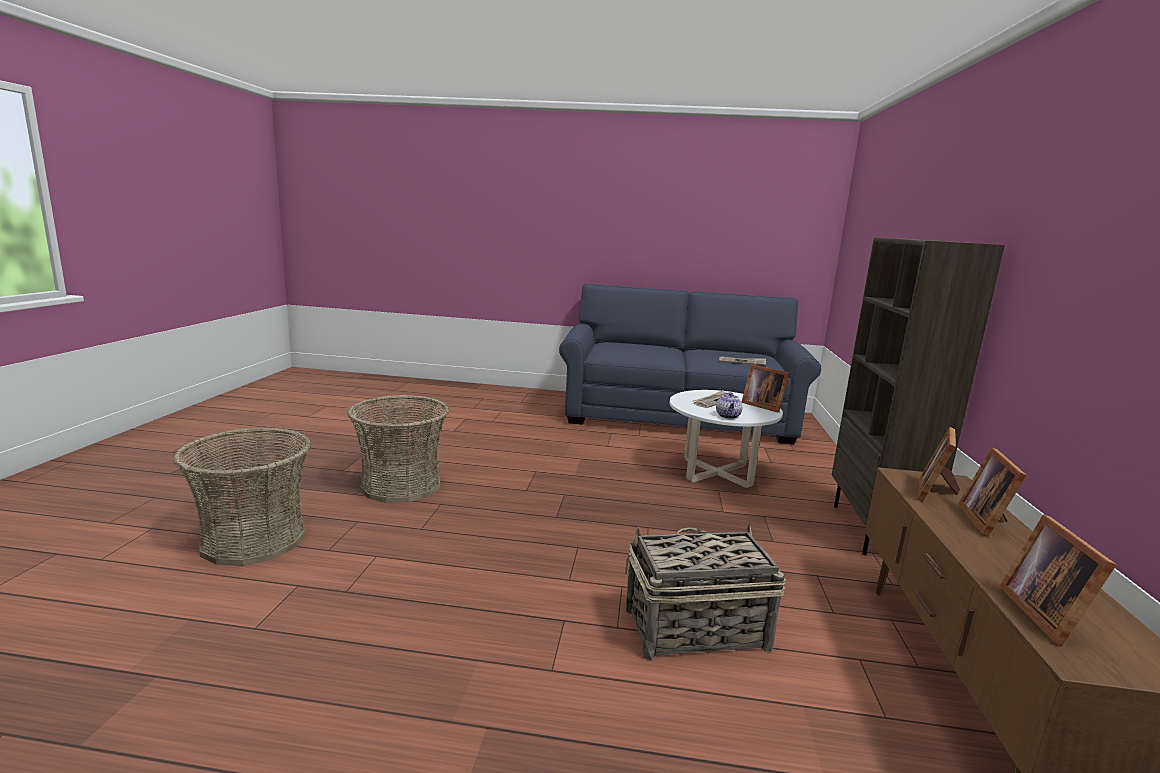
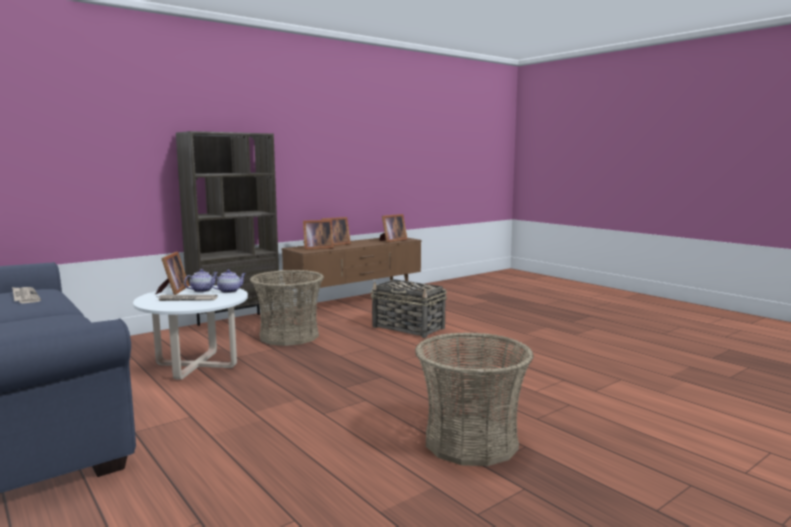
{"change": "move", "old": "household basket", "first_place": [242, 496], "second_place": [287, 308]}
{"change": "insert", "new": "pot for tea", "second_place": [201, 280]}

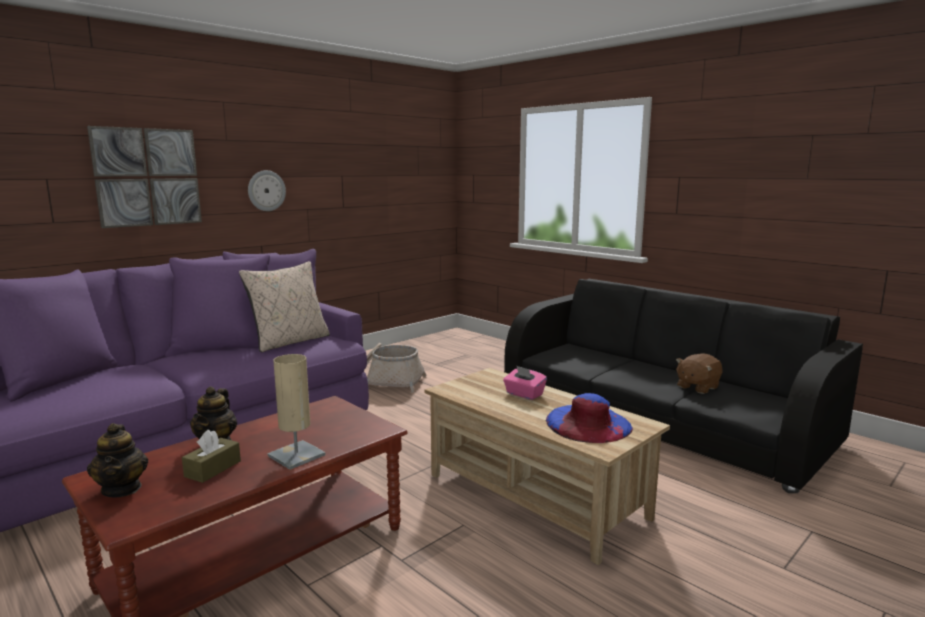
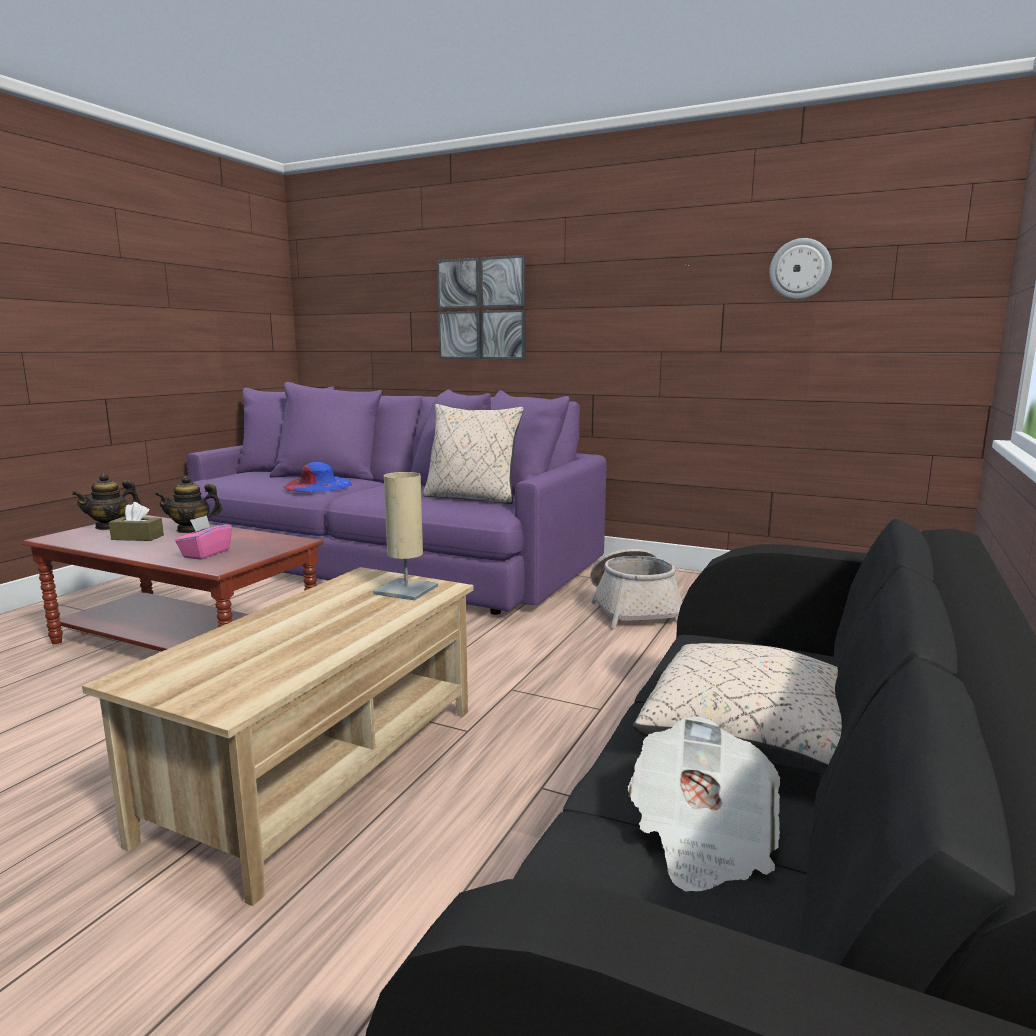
{"change": "move", "old": "hanging clock", "first_place": [267, 190], "second_place": [800, 269]}
{"change": "move", "old": "table lamp in sand-coloured", "first_place": [296, 412], "second_place": [406, 536]}
{"change": "move", "old": "box of tissues in pink", "first_place": [525, 382], "second_place": [203, 537]}
{"change": "move", "old": "wearable hat in blue-coloured", "first_place": [589, 418], "second_place": [317, 477]}
{"change": "replace", "old": "soft toy in brown-coloured", "new": "daily paper", "first_place": [699, 373], "second_place": [704, 804]}
{"change": "insert", "new": "cushion in sand-coloured", "second_place": [737, 708]}

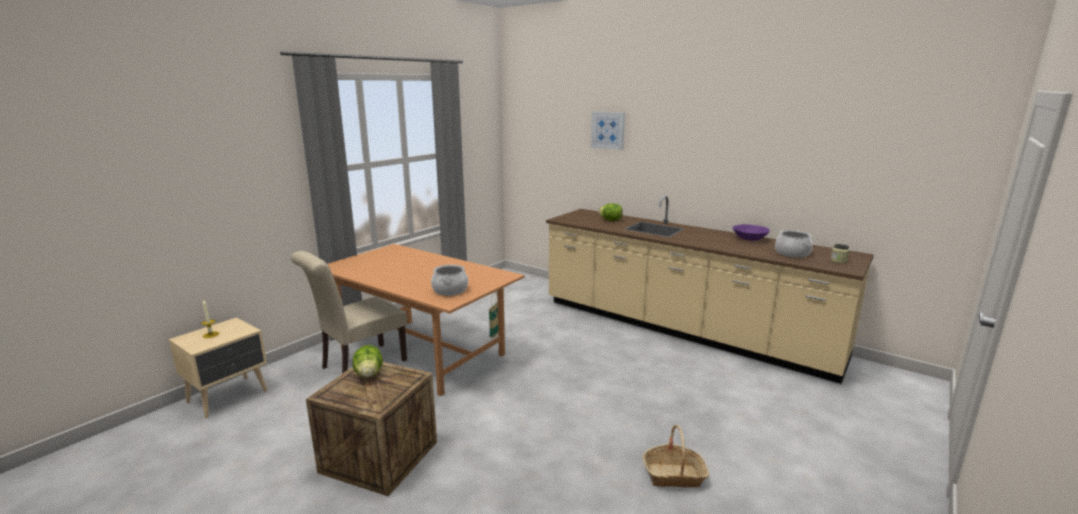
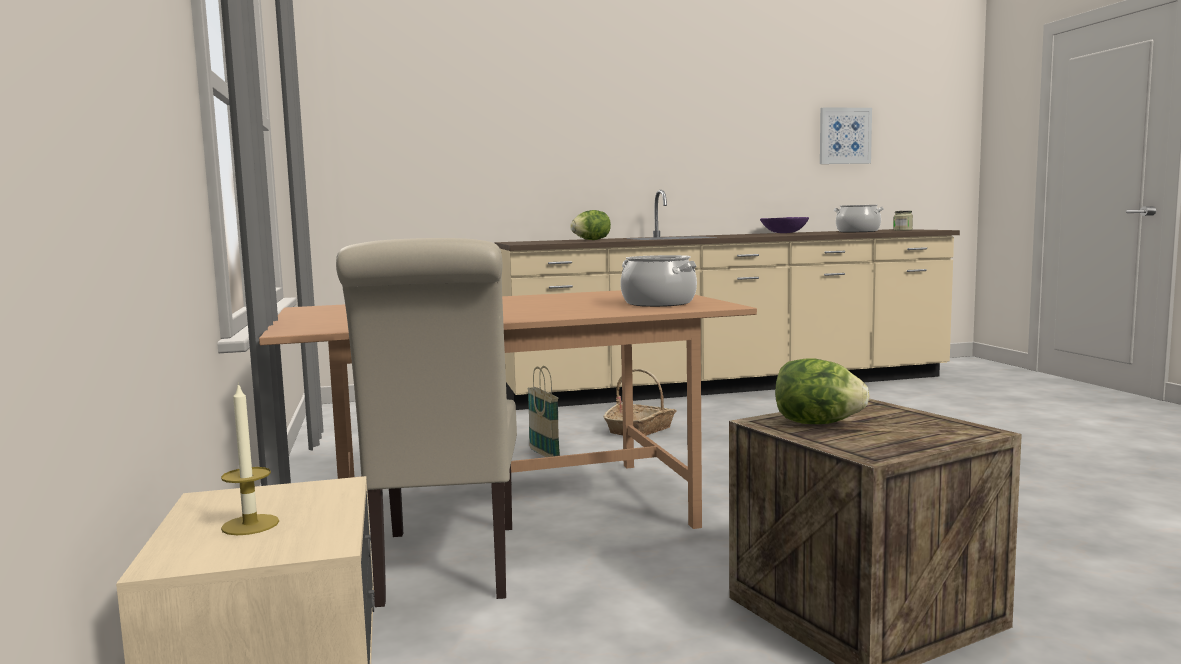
{"change": "move", "old": "picture", "first_place": [608, 130], "second_place": [846, 136]}
{"change": "move", "old": "household basket", "first_place": [676, 456], "second_place": [640, 402]}

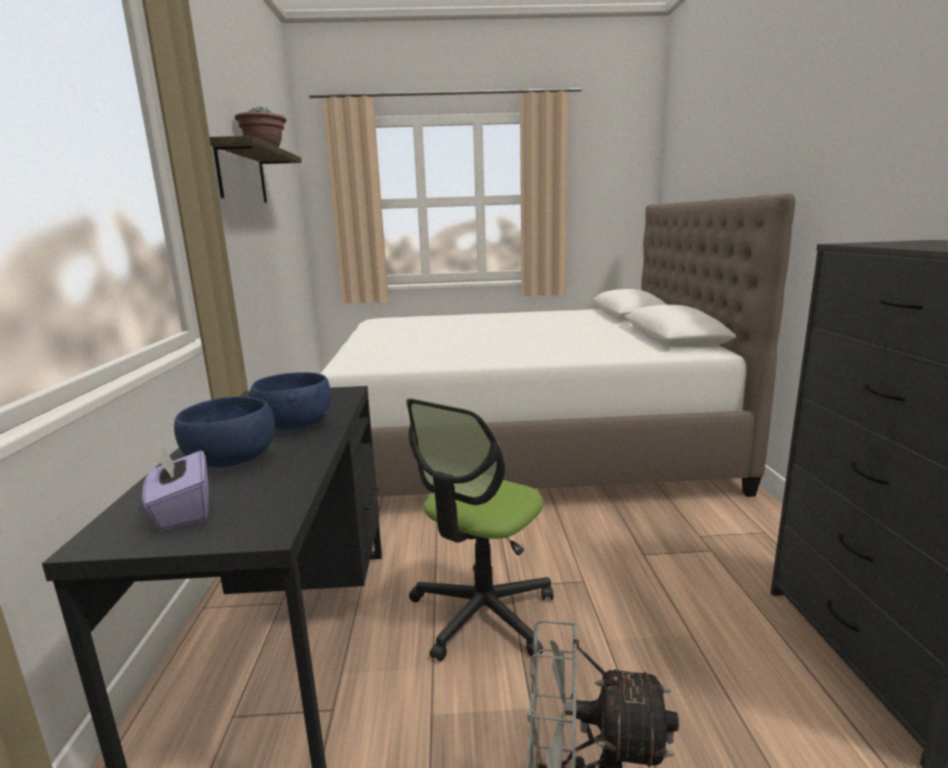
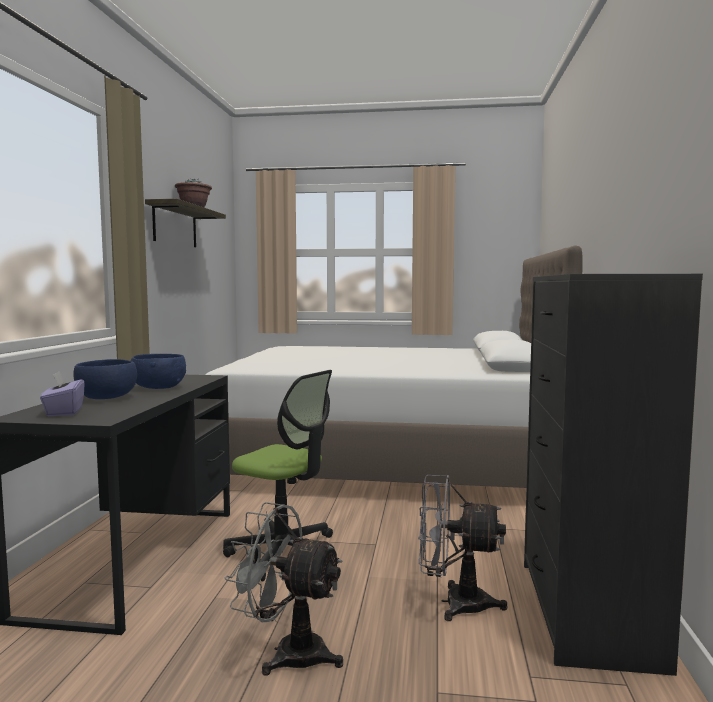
{"change": "rotate", "old": "office chair", "first_place": [480, 530], "second_place": [278, 475], "degrees": -105}
{"change": "insert", "new": "electric fan in gray", "second_place": [463, 548]}

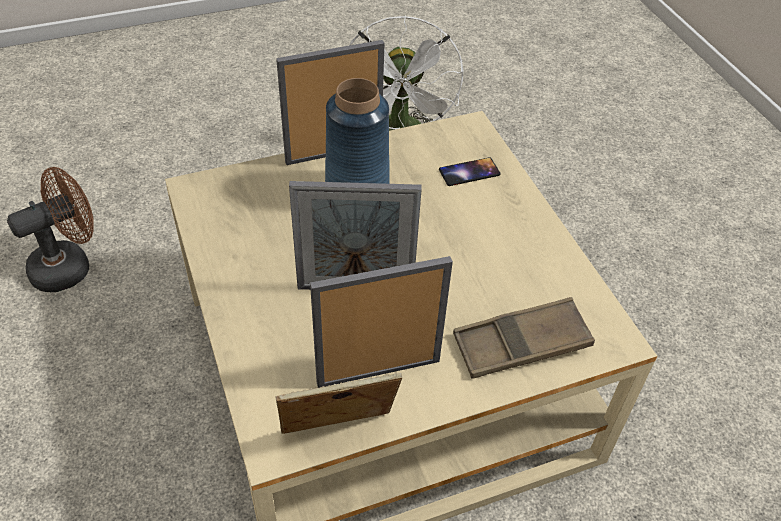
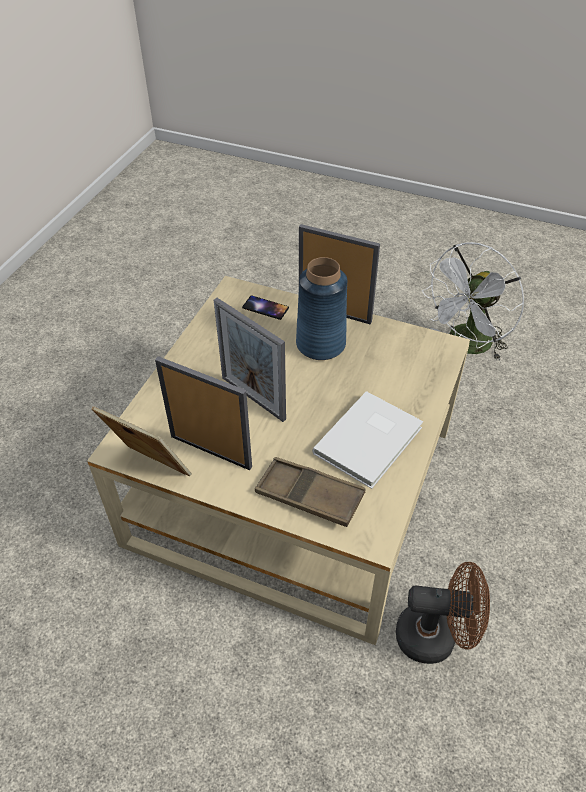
{"change": "move", "old": "electric fan in brown-coloured", "first_place": [50, 229], "second_place": [443, 613]}
{"change": "move", "old": "handset", "first_place": [470, 171], "second_place": [265, 308]}
{"change": "insert", "new": "book in white-coloured", "second_place": [367, 440]}

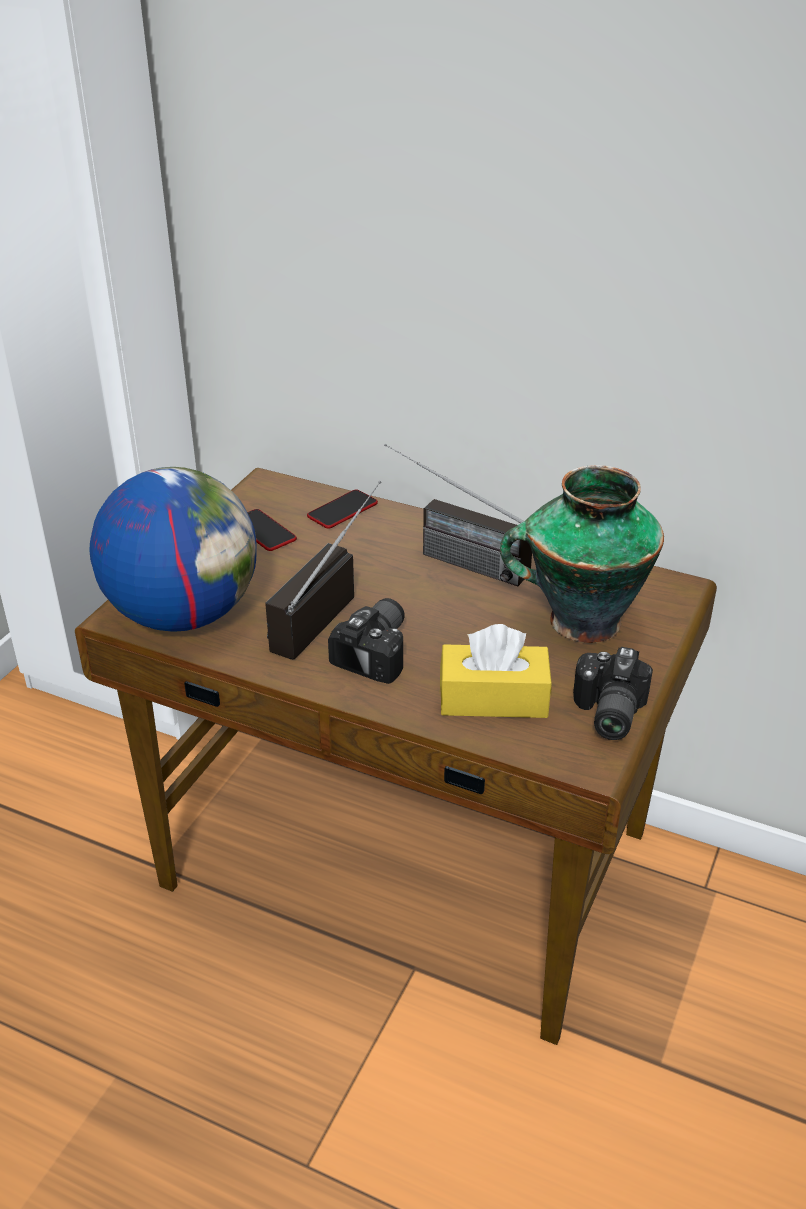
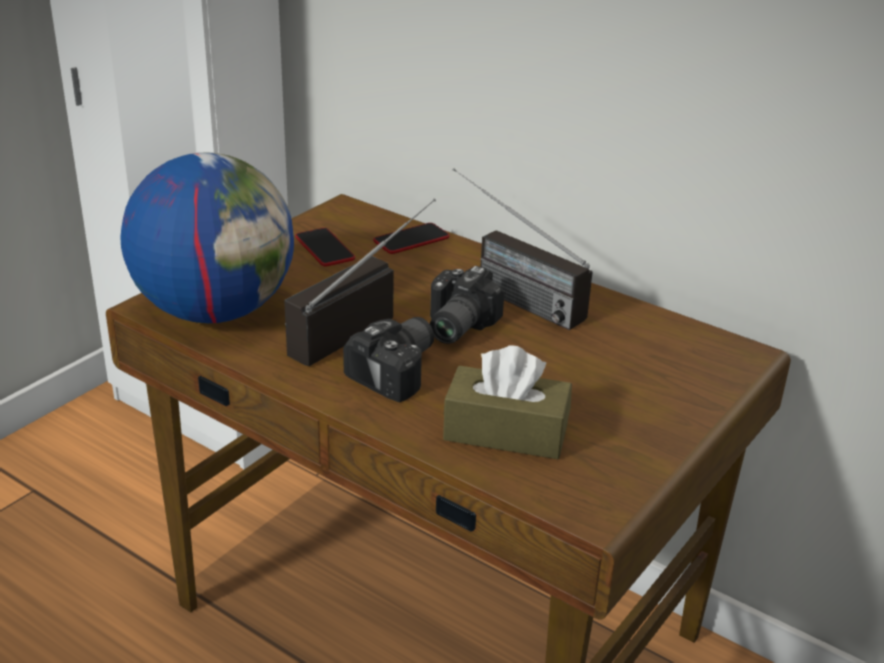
{"change": "recolor", "old": "box of tissues in yellowish", "new": "box of tissues in brown-coloured", "first_place": [496, 671], "second_place": [507, 402]}
{"change": "delete", "old": "flower vase", "first_place": [582, 554]}
{"change": "move", "old": "still camera", "first_place": [613, 693], "second_place": [467, 305]}

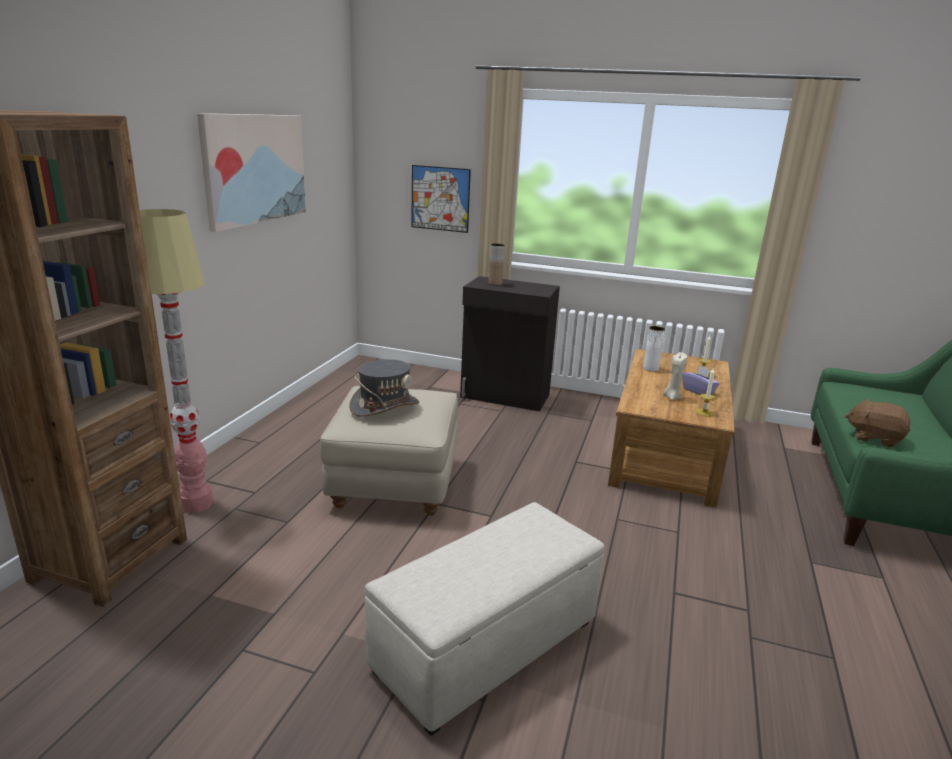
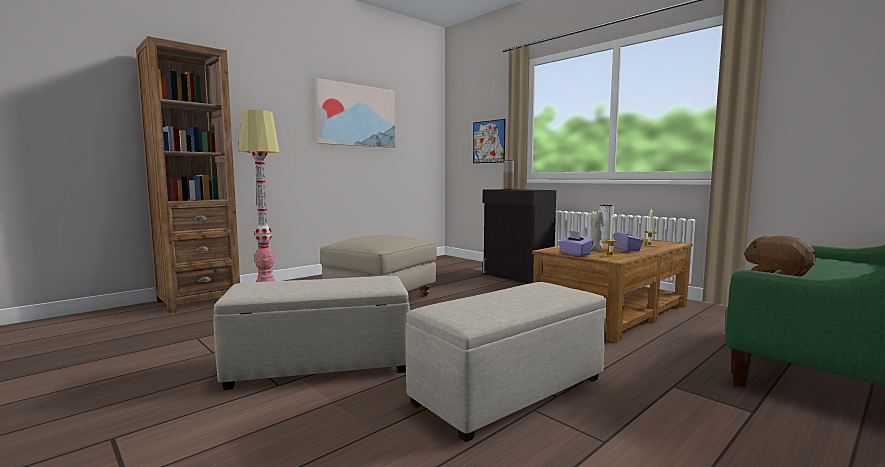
{"change": "delete", "old": "wearable hat in gray", "first_place": [384, 388]}
{"change": "insert", "new": "pouffe in sand-coloured", "second_place": [506, 362]}
{"change": "insert", "new": "box of tissues in purple", "second_place": [576, 243]}

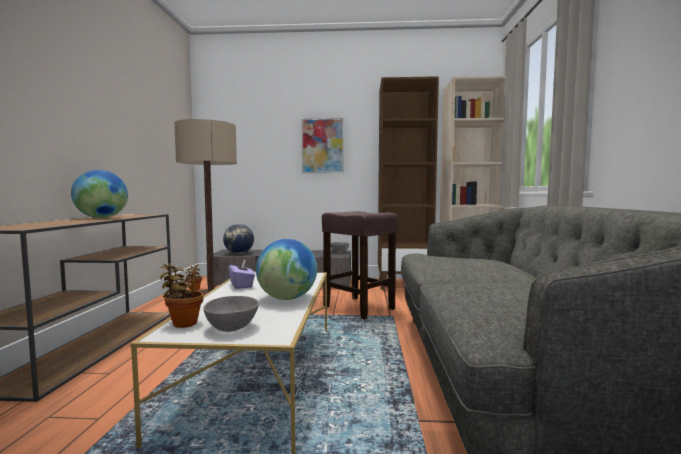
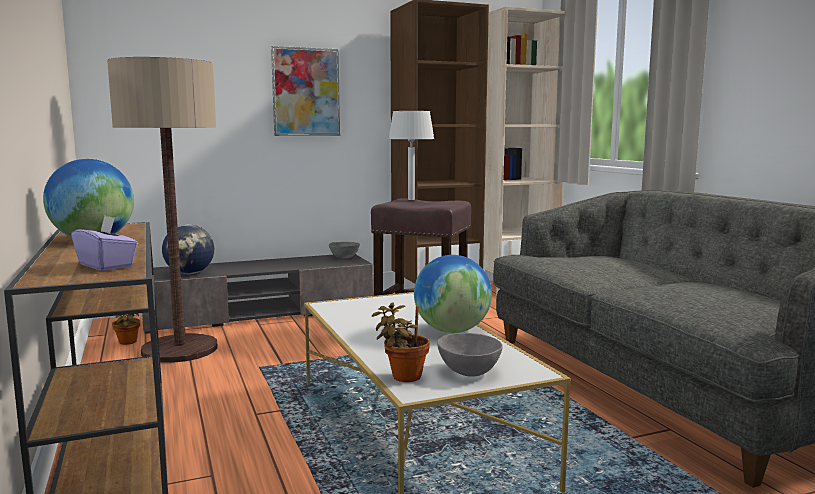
{"change": "move", "old": "box of tissues in purple", "first_place": [242, 274], "second_place": [104, 243]}
{"change": "insert", "new": "table lamp in gray", "second_place": [411, 155]}

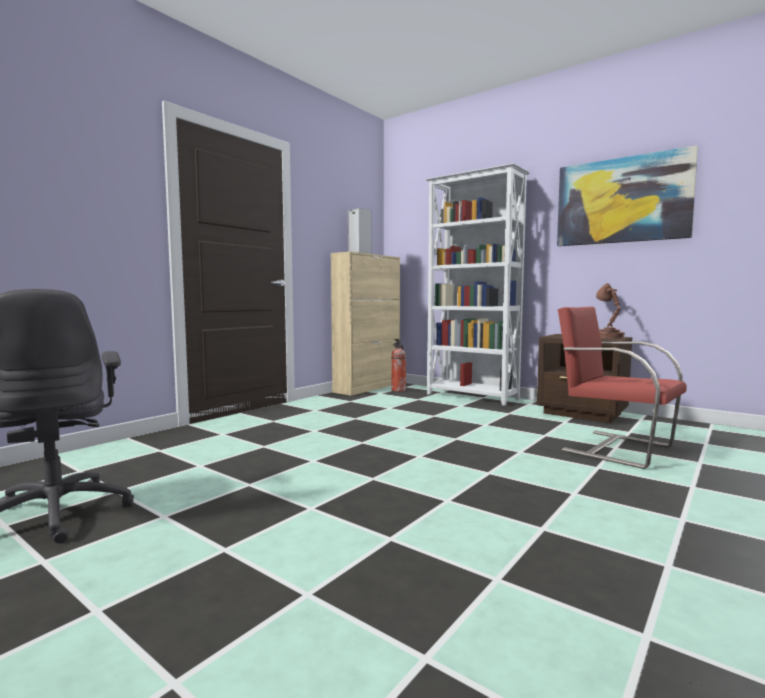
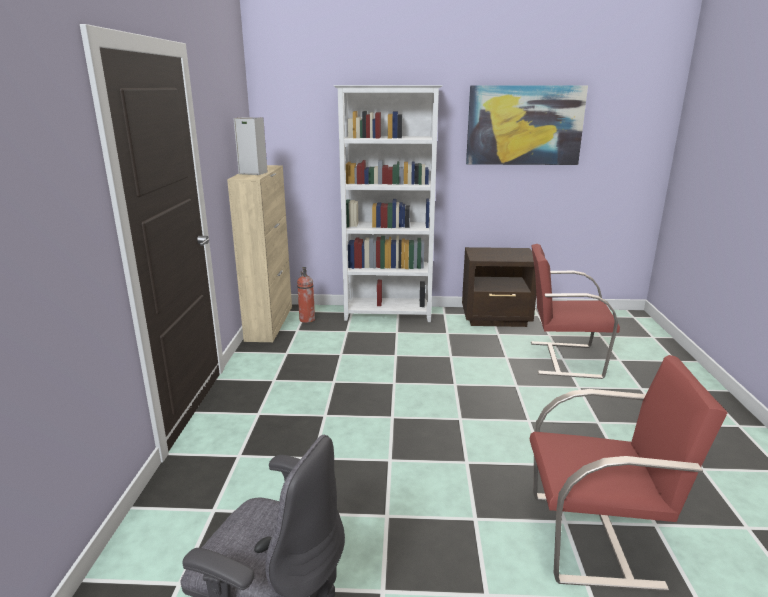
{"change": "delete", "old": "table lamp in brown-coloured", "first_place": [610, 311]}
{"change": "insert", "new": "upright chair in red", "second_place": [629, 473]}

